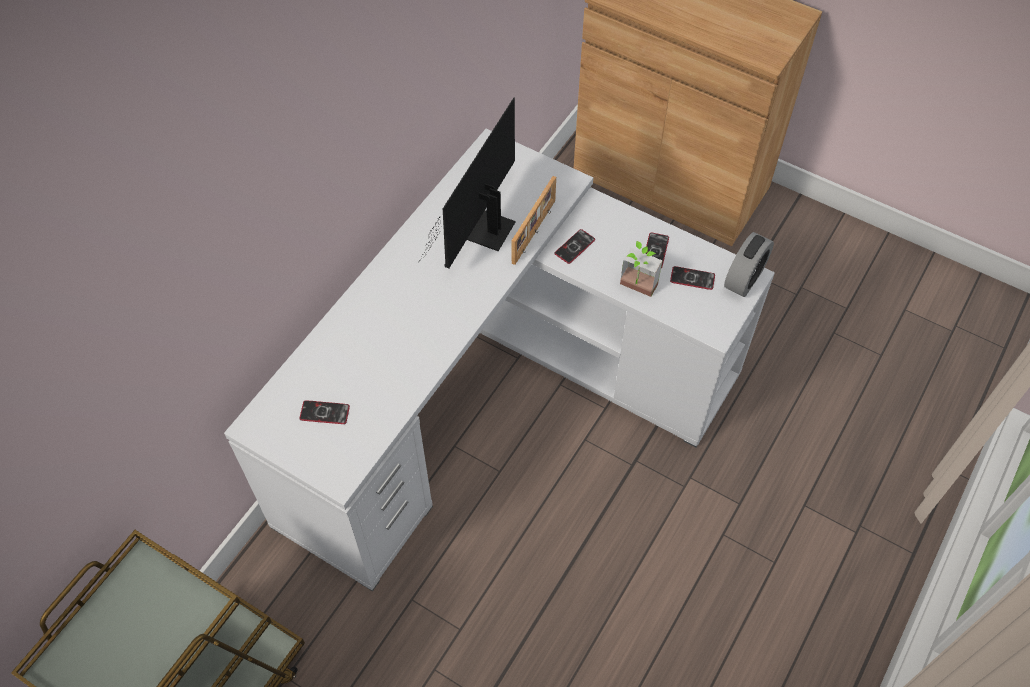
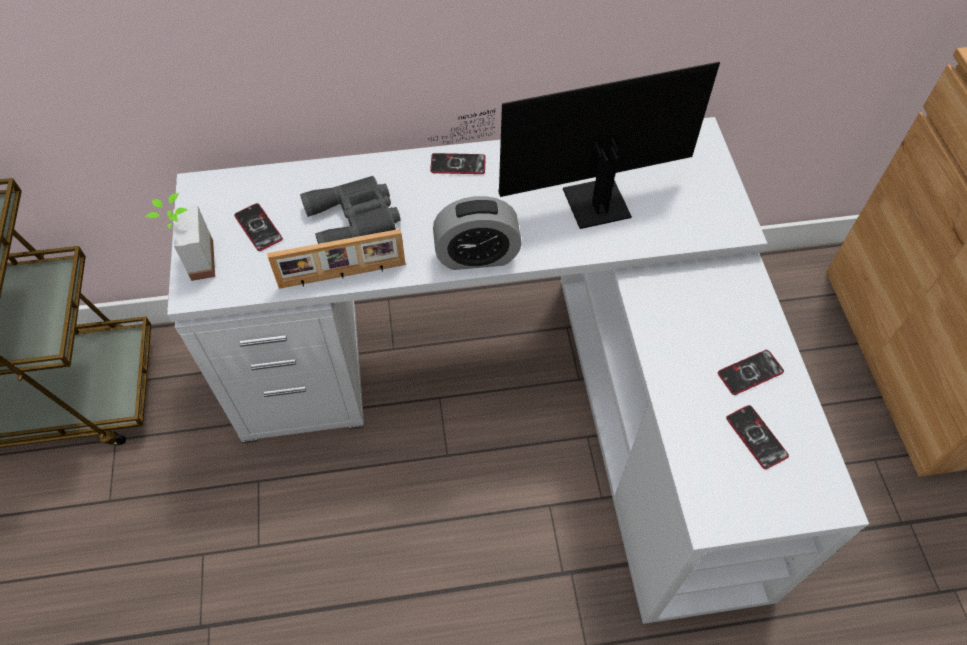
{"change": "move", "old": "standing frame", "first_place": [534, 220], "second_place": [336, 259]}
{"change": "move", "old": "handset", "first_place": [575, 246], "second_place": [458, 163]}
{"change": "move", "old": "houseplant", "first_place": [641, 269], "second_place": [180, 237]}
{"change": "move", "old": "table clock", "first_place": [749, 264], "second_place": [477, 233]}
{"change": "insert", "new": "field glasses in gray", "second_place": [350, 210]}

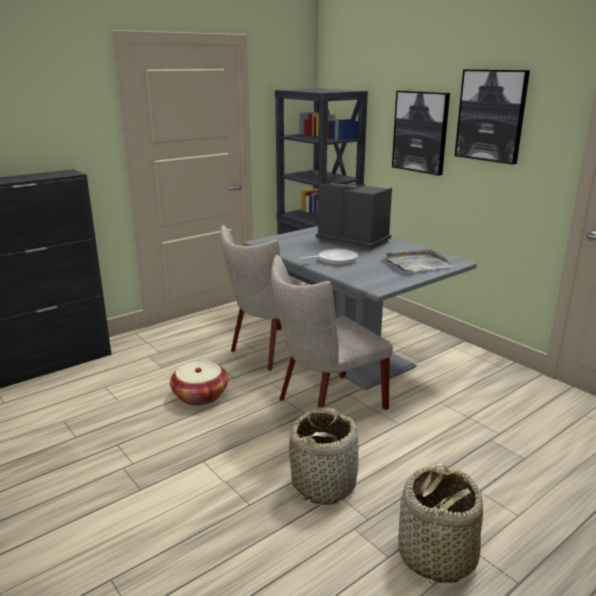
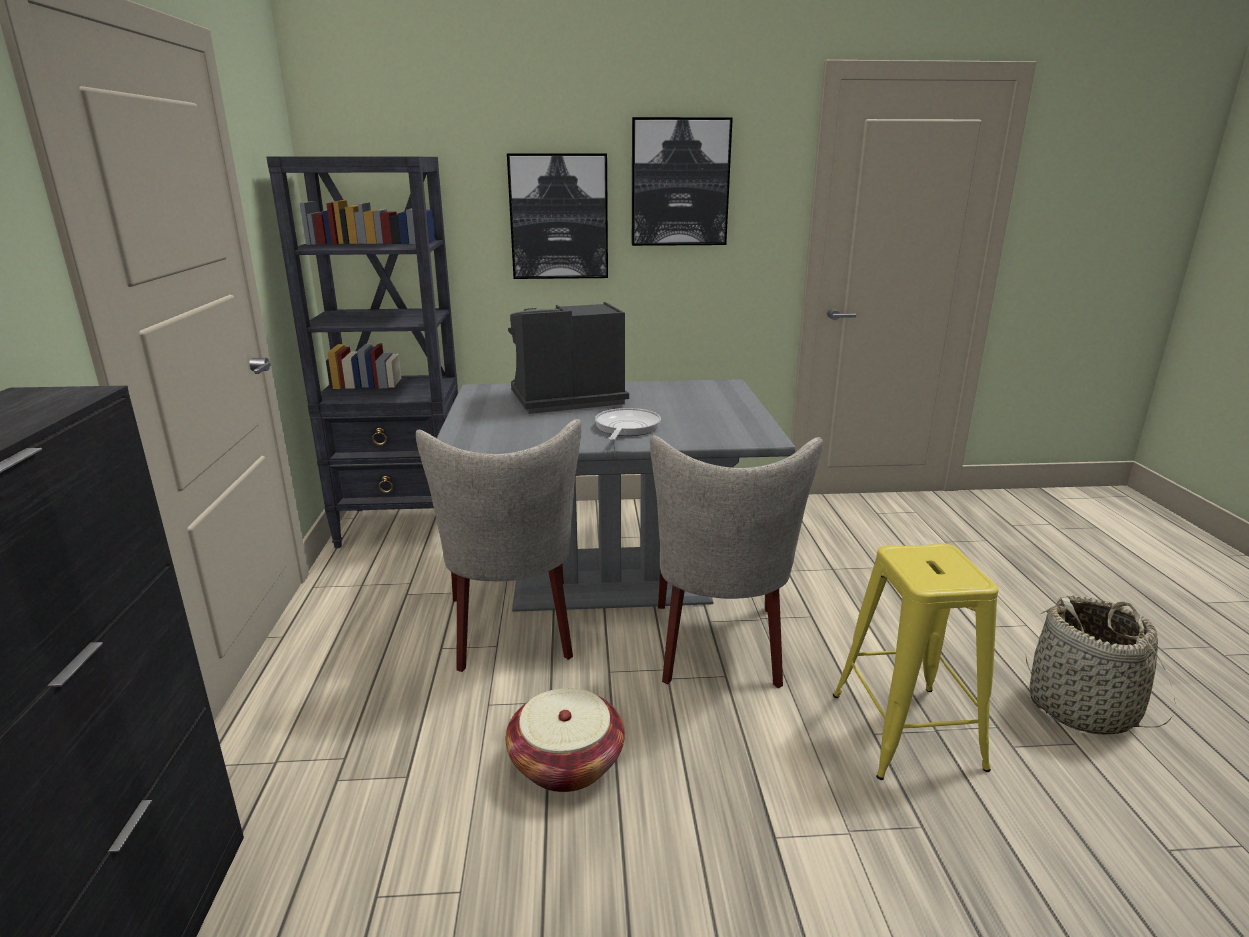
{"change": "replace", "old": "household basket", "new": "stool seat in yellowish", "first_place": [324, 456], "second_place": [915, 661]}
{"change": "delete", "old": "serving tray in gray", "first_place": [418, 260]}

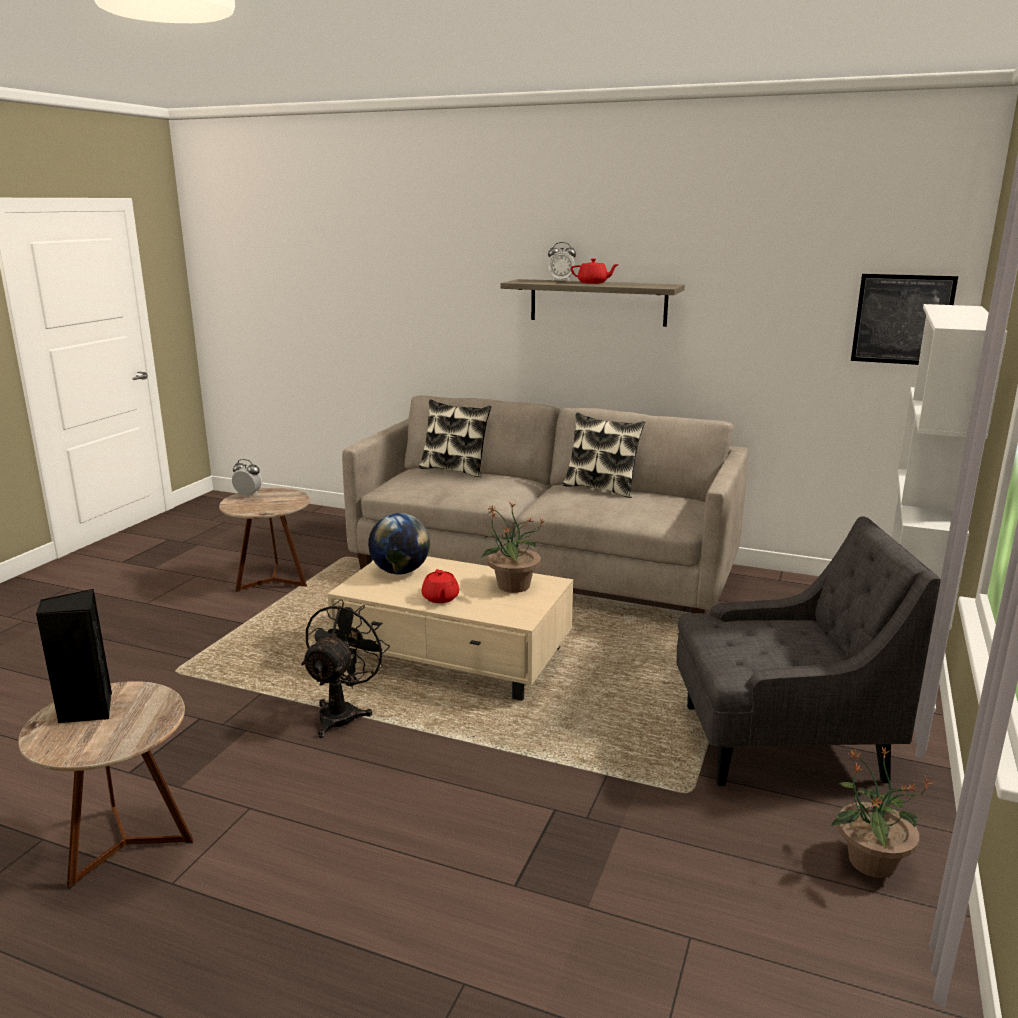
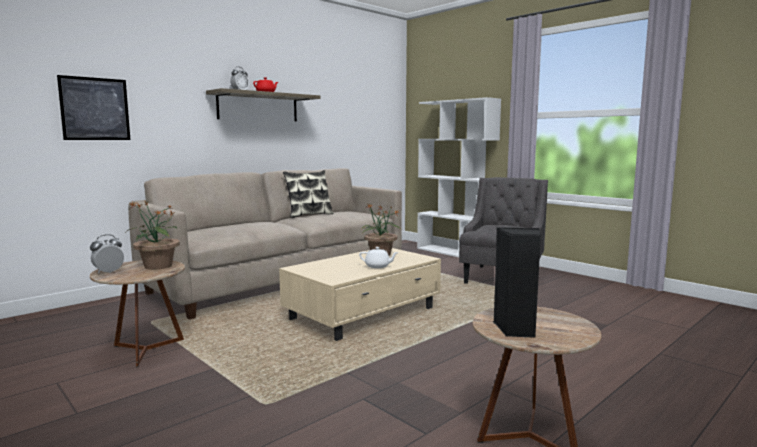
{"change": "delete", "old": "electric fan in black", "first_place": [345, 668]}
{"change": "delete", "old": "desk globe", "first_place": [399, 543]}
{"change": "delete", "old": "cushion", "first_place": [455, 438]}
{"change": "recolor", "old": "pot for tea in red", "new": "pot for tea in white-coloured", "first_place": [440, 586], "second_place": [379, 257]}
{"change": "move", "old": "houseplant", "first_place": [882, 812], "second_place": [153, 235]}
{"change": "move", "old": "picture", "first_place": [904, 319], "second_place": [93, 107]}

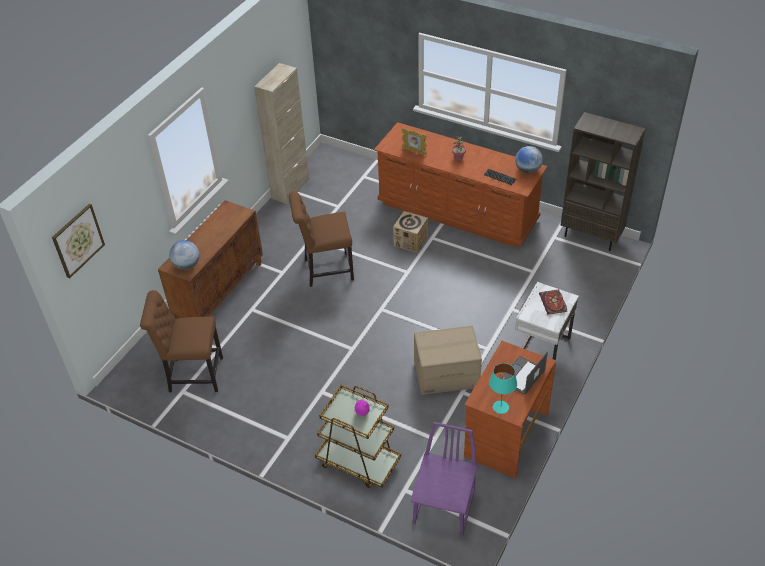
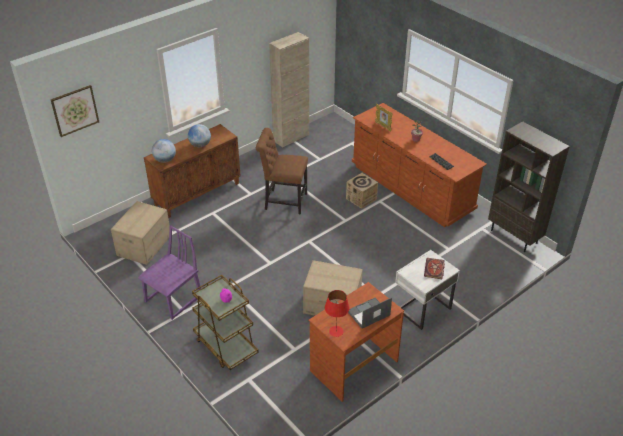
{"change": "replace", "old": "upright chair in brown-coloured", "new": "carton", "first_place": [181, 341], "second_place": [140, 233]}
{"change": "move", "old": "upright chair in purple", "first_place": [444, 479], "second_place": [169, 272]}
{"change": "recolor", "old": "table lamp in turquoise", "new": "table lamp in red", "first_place": [503, 388], "second_place": [337, 313]}
{"change": "move", "old": "desk globe", "first_place": [529, 160], "second_place": [199, 135]}

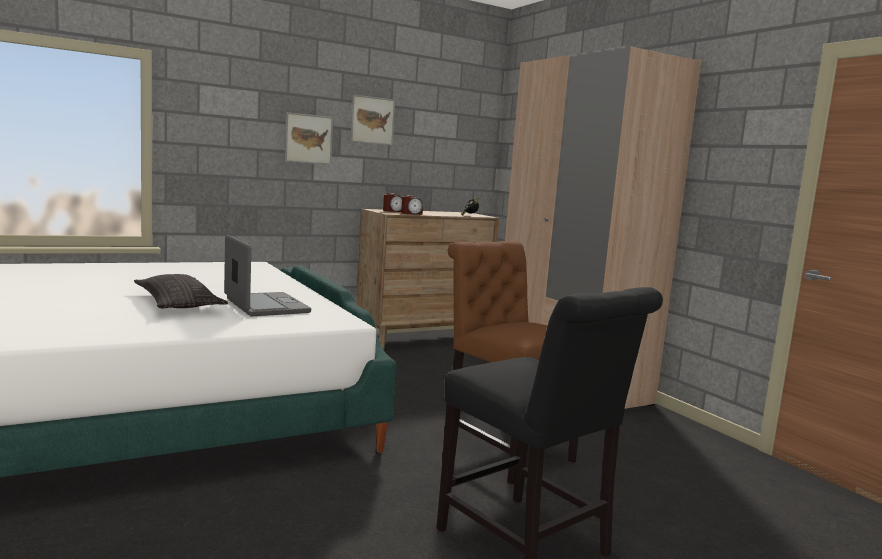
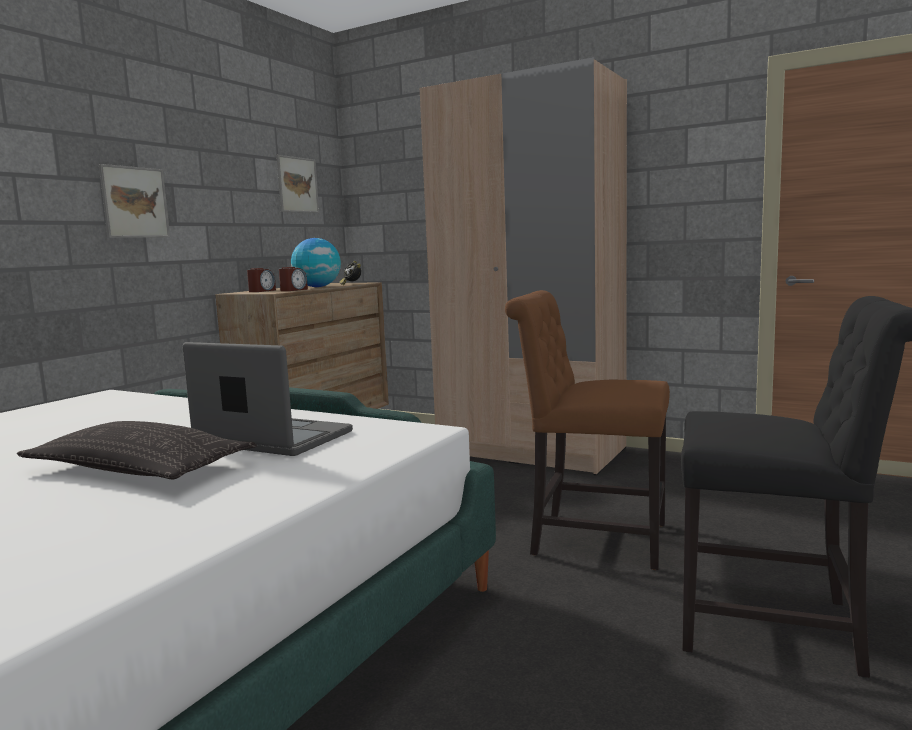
{"change": "move", "old": "picture", "first_place": [372, 119], "second_place": [297, 184]}
{"change": "insert", "new": "desk globe", "second_place": [316, 262]}

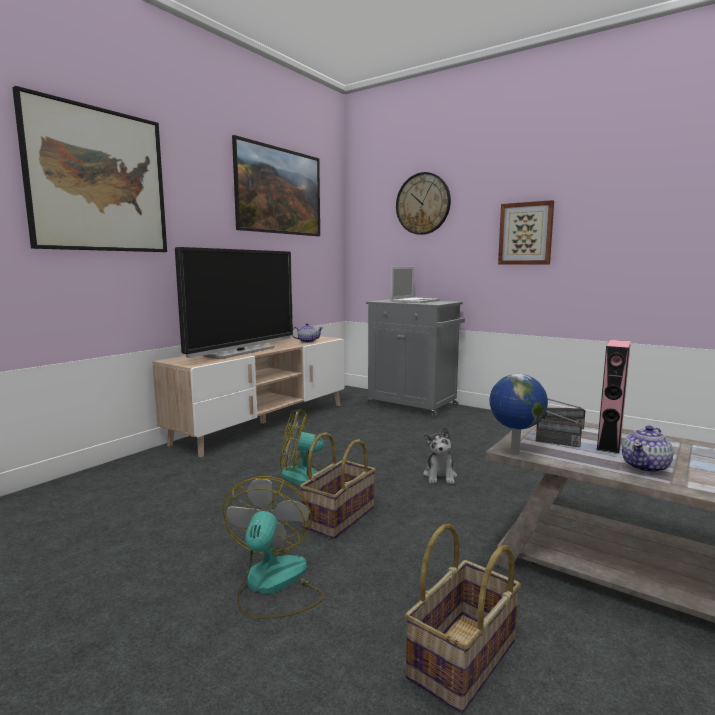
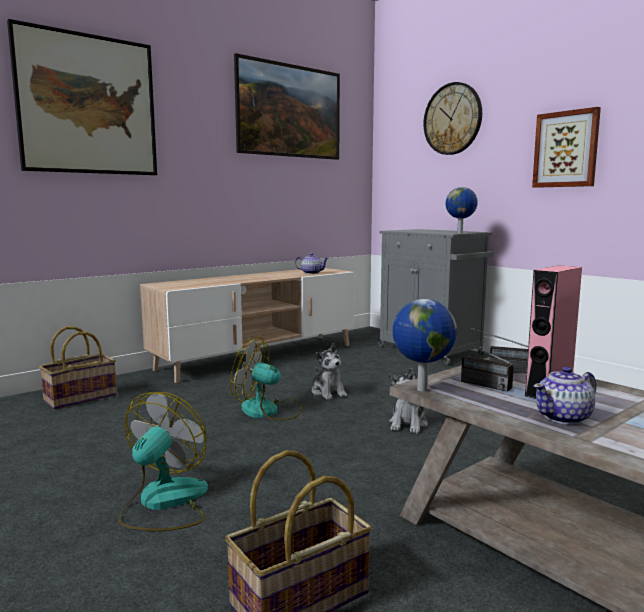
{"change": "delete", "old": "TV", "first_place": [234, 303]}
{"change": "move", "old": "household basket", "first_place": [338, 485], "second_place": [78, 367]}
{"change": "delete", "old": "laptop", "first_place": [415, 285]}
{"change": "insert", "new": "soft toy", "second_place": [329, 371]}
{"change": "insert", "new": "desk globe", "second_place": [462, 210]}

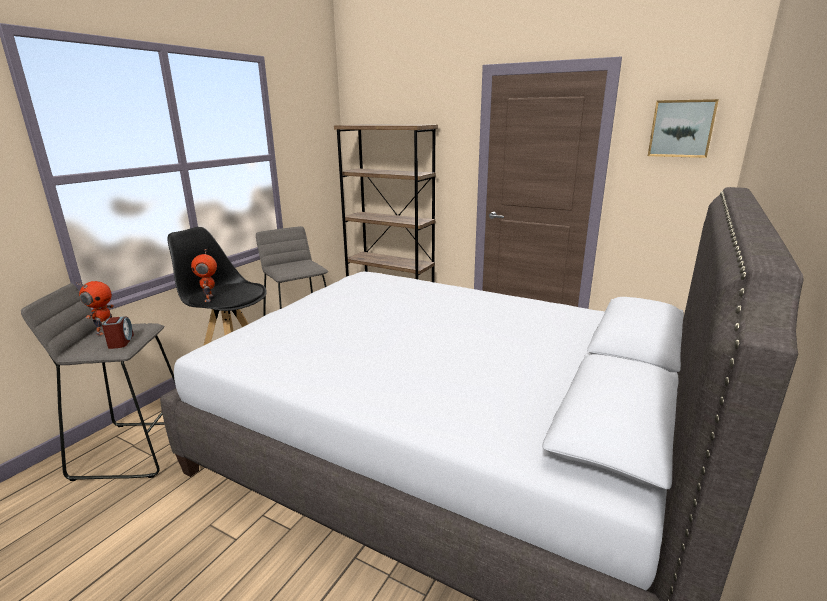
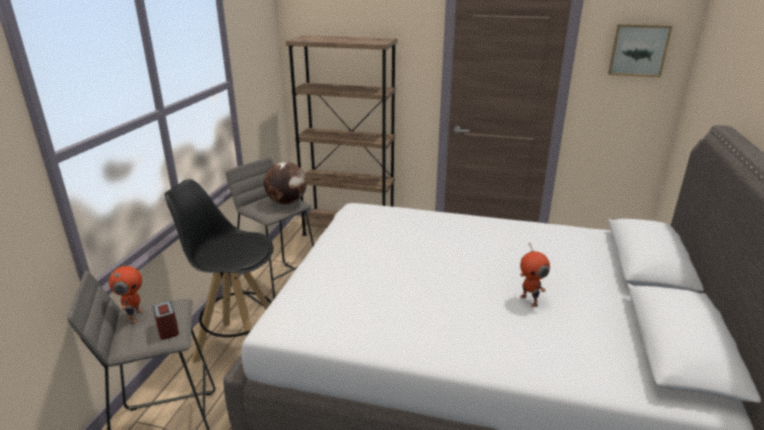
{"change": "move", "old": "toy robot", "first_place": [204, 275], "second_place": [535, 274]}
{"change": "insert", "new": "desk globe", "second_place": [285, 183]}

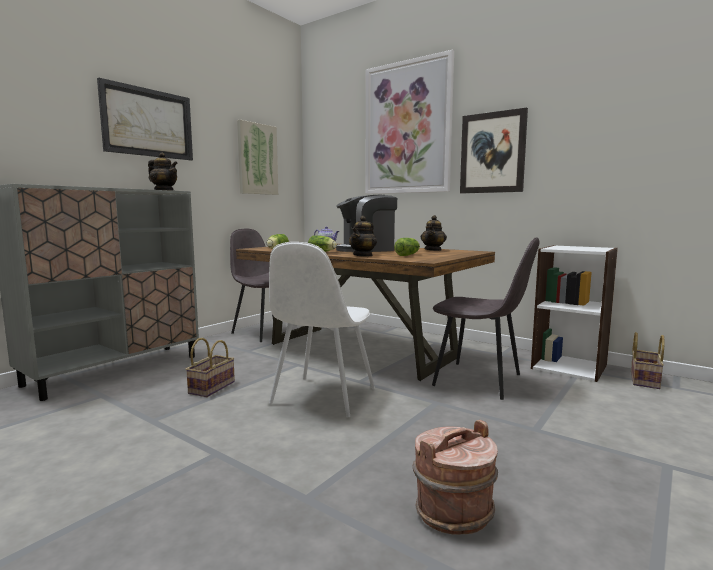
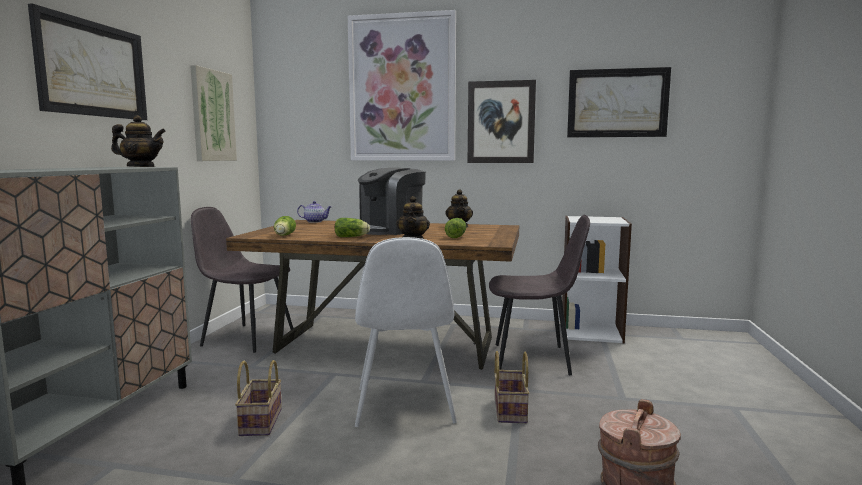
{"change": "move", "old": "household basket", "first_place": [648, 360], "second_place": [511, 387]}
{"change": "insert", "new": "picture", "second_place": [619, 102]}

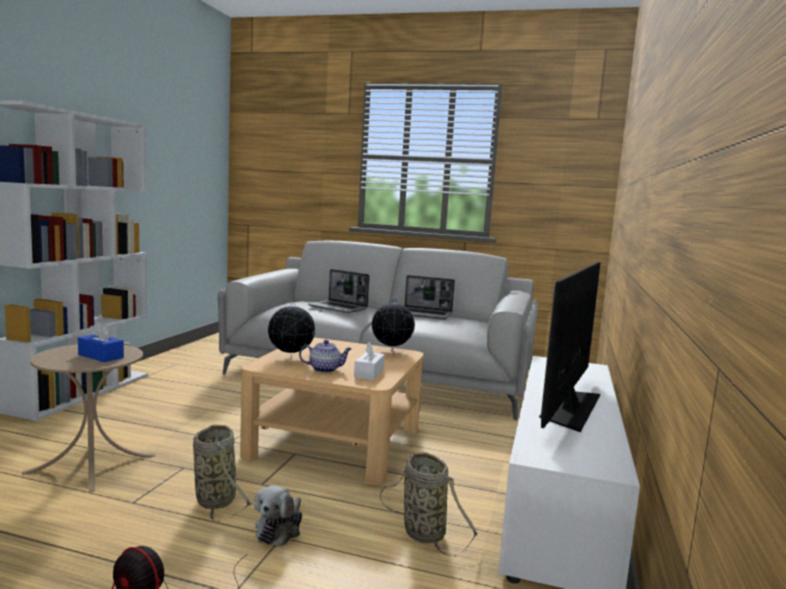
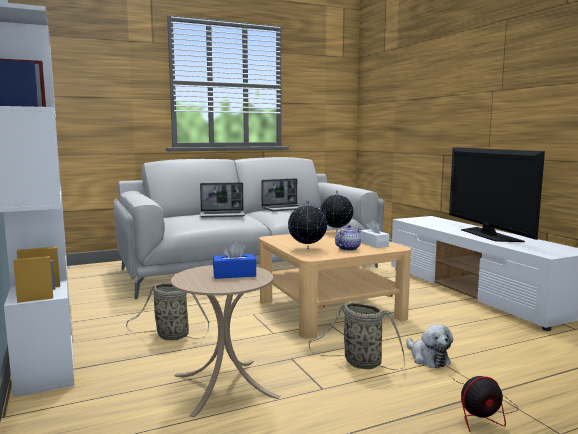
{"change": "move", "old": "household basket", "first_place": [429, 504], "second_place": [167, 311]}

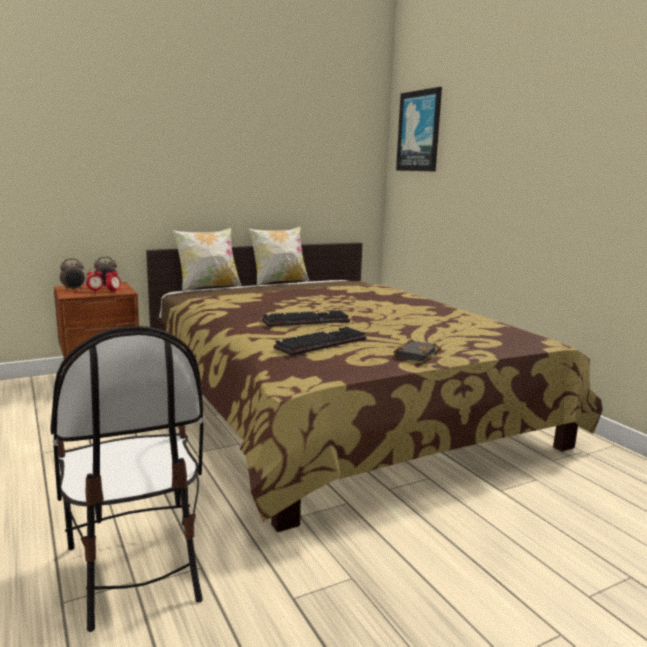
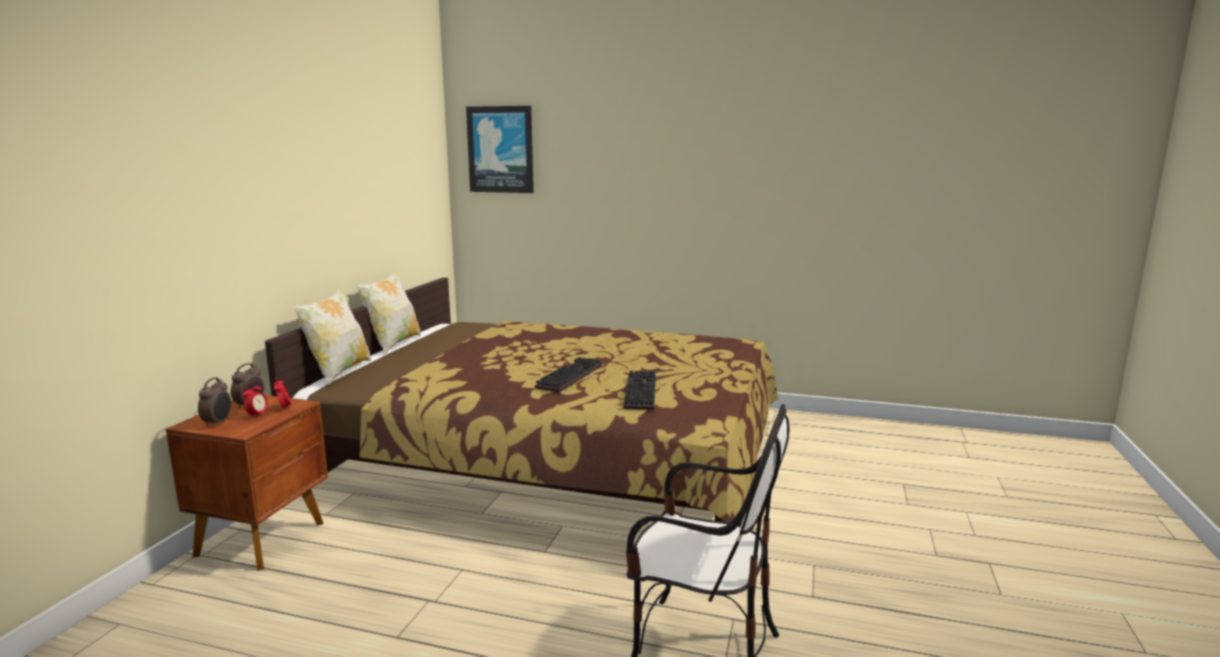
{"change": "delete", "old": "book in black", "first_place": [417, 351]}

